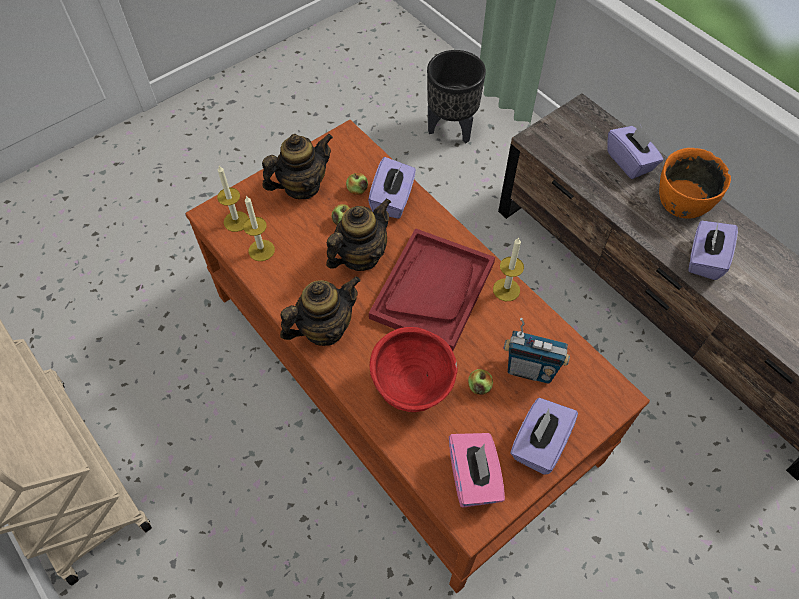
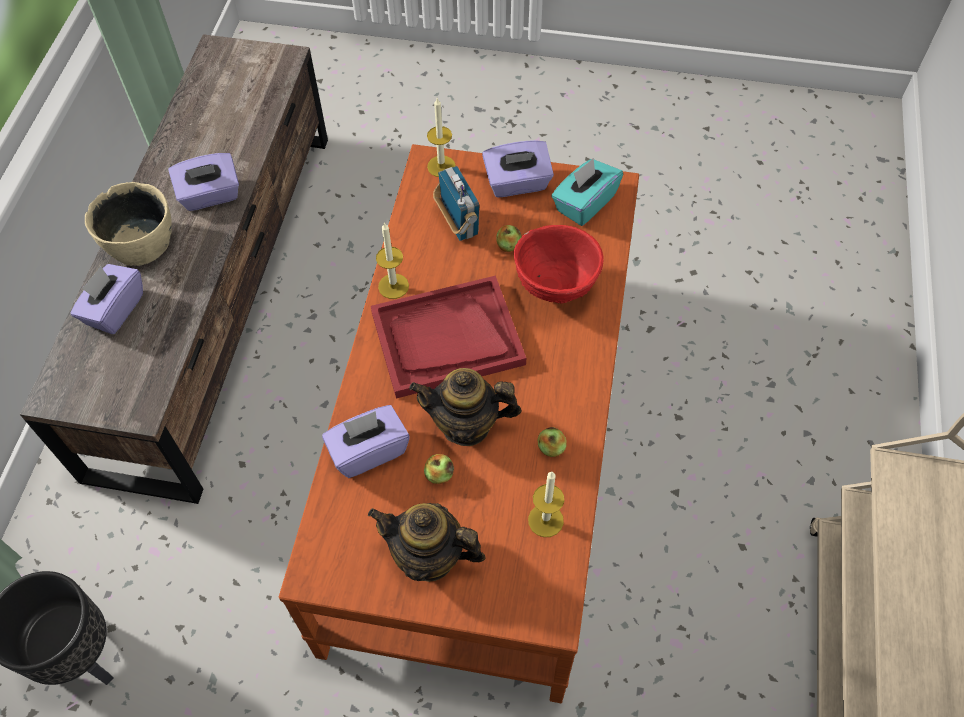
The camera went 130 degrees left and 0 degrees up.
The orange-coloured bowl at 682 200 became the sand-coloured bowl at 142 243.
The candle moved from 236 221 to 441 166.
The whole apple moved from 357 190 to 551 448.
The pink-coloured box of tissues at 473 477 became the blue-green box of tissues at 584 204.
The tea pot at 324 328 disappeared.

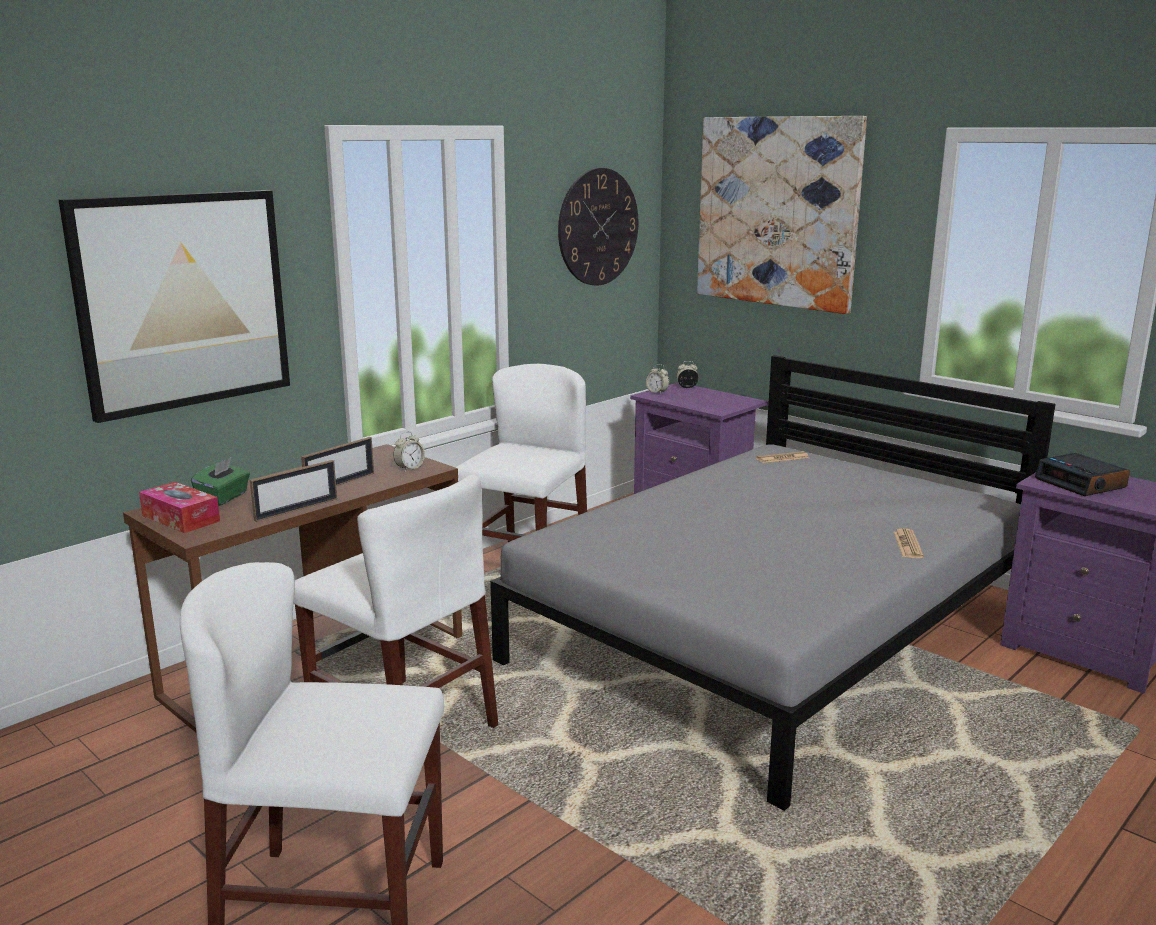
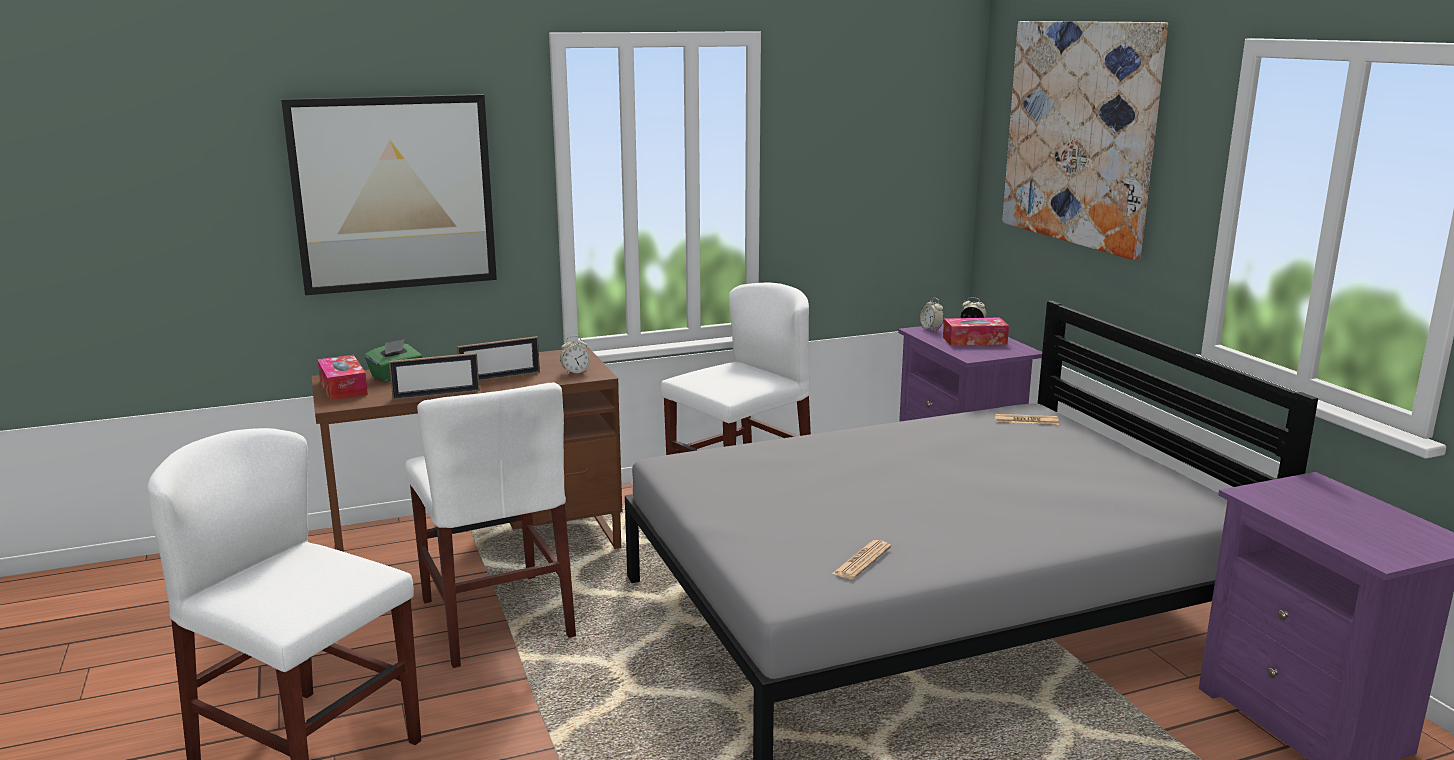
The camera went 25 degrees right and 0 degrees up.
The daily paper moved from 907 544 to 862 561.
The box of tissues at 974 340 appeared.
The clock on the wall at 598 227 disappeared.
The bedside clock at 1081 483 disappeared.

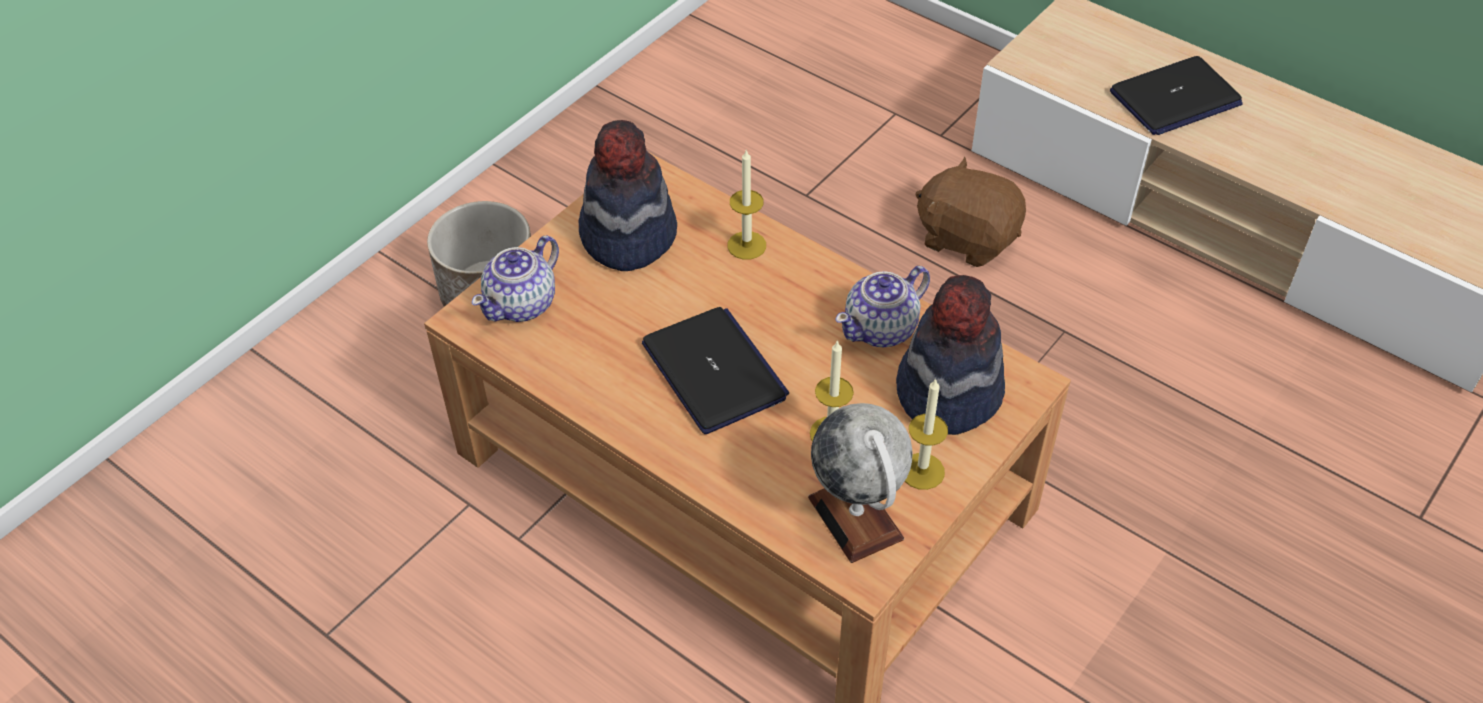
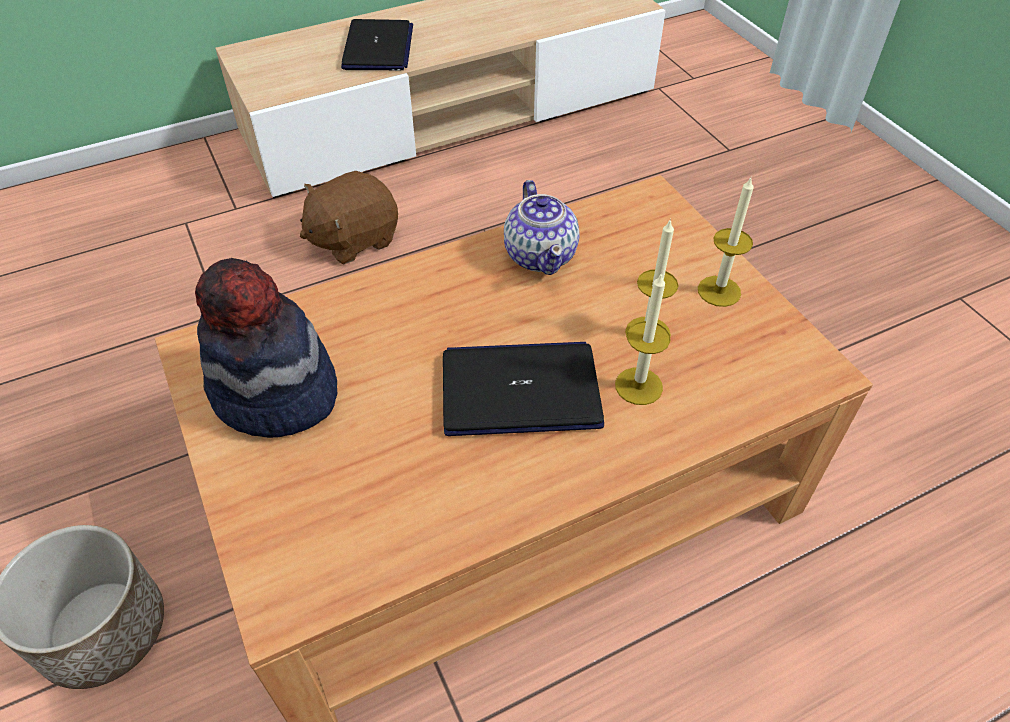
The camera went 65 degrees left and 0 degrees up.
The candle moved from 746 245 to 638 386.
The tea pot at 522 304 disappeared.
The desk globe at 856 518 disappeared.
The wearable hat at 948 392 disappeared.

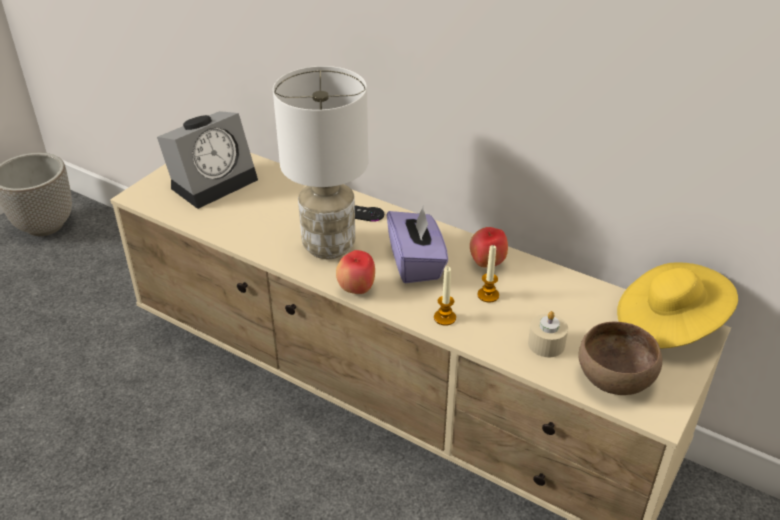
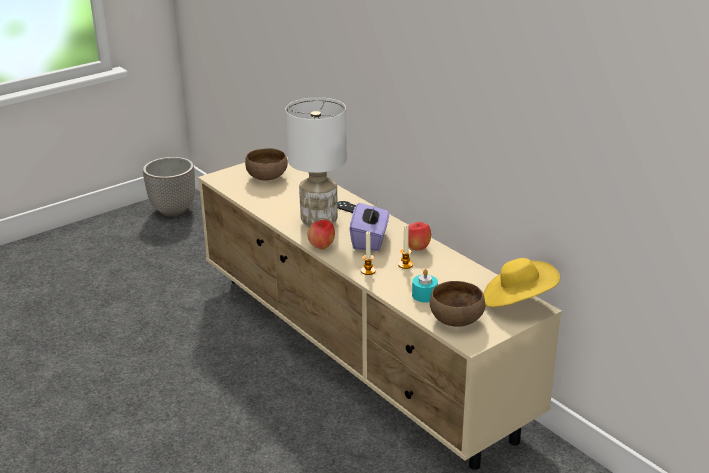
The camera went 20 degrees right and 10 degrees down.
The bedside clock at 214 181 was replaced by the brown bowl at 267 177.
The sand-coloured candle at 546 344 became the blue-green candle at 424 295.

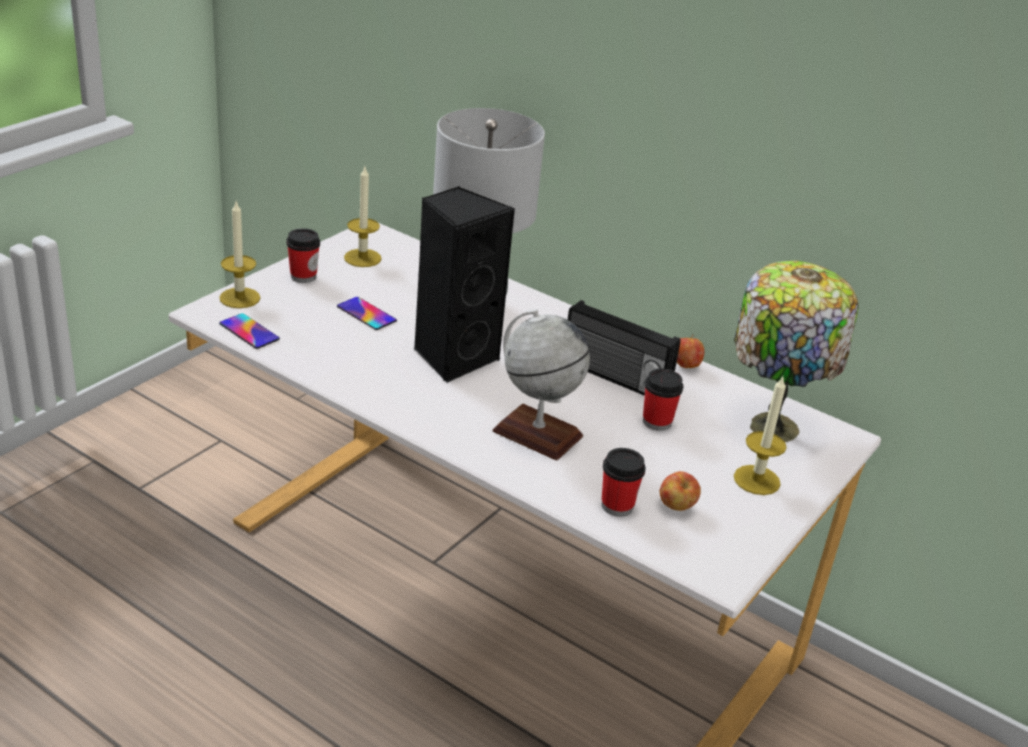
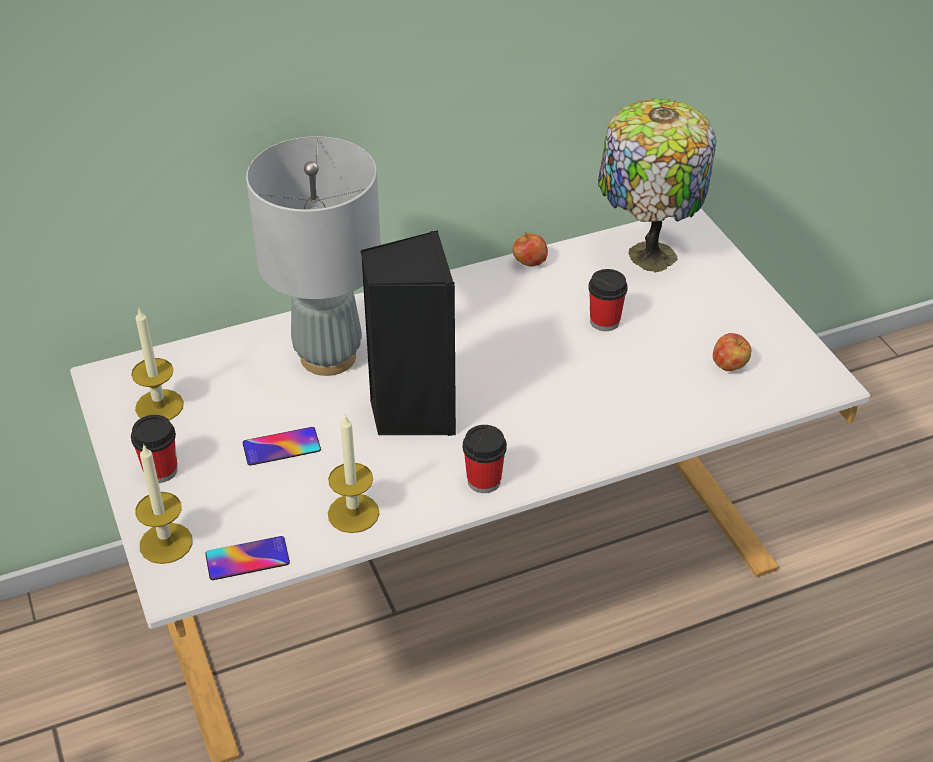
The camera went 55 degrees left and 10 degrees up.
The candle moved from 756 480 to 353 513.
The cup moved from 617 506 to 484 481.
The desk globe at 537 433 disappeared.
The radio receiver at 614 378 disappeared.

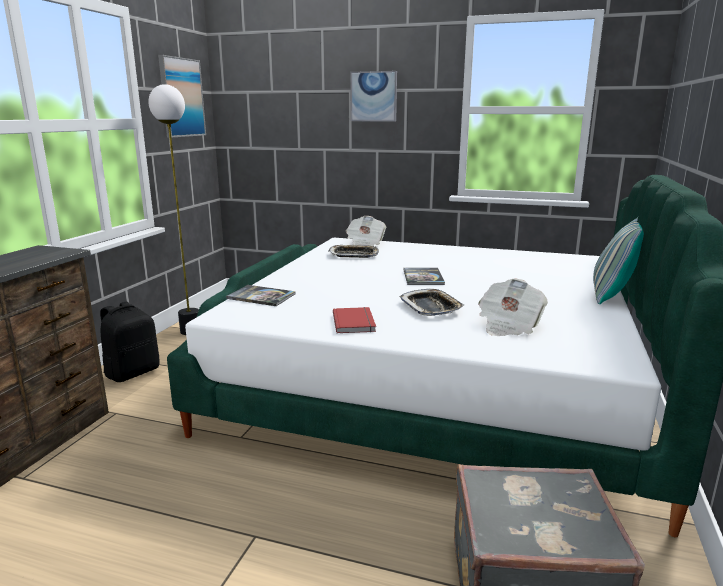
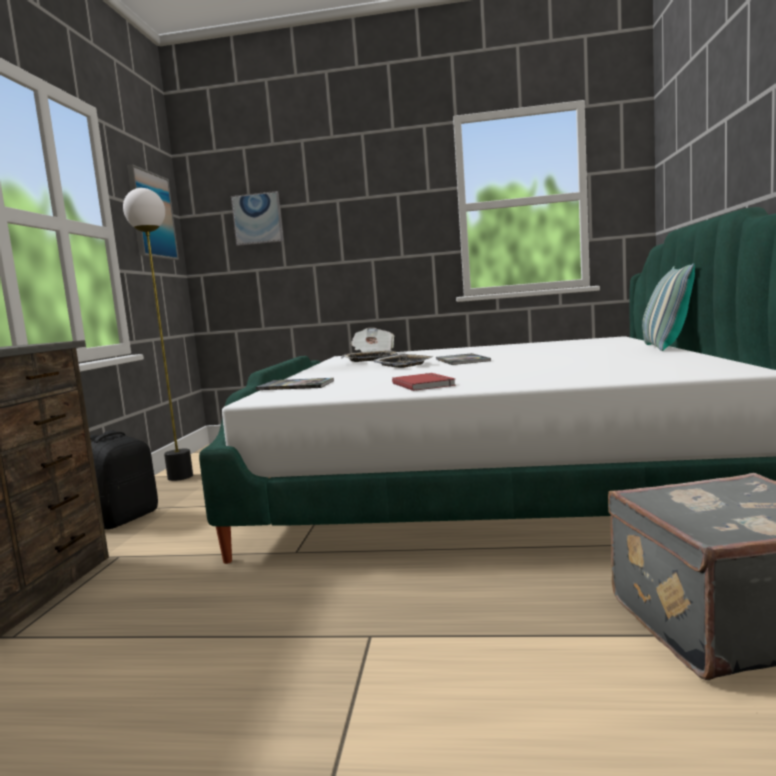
The camera went 10 degrees left and 10 degrees down.
The wall art moved from 373 96 to 257 219.
The tray moved from 431 307 to 403 365.
The daily paper at 508 325 disappeared.

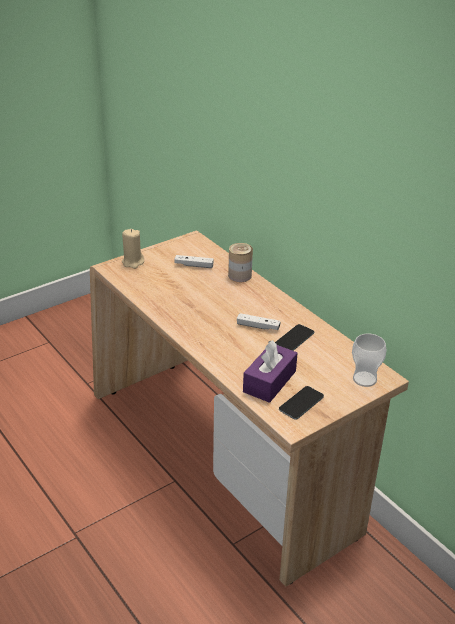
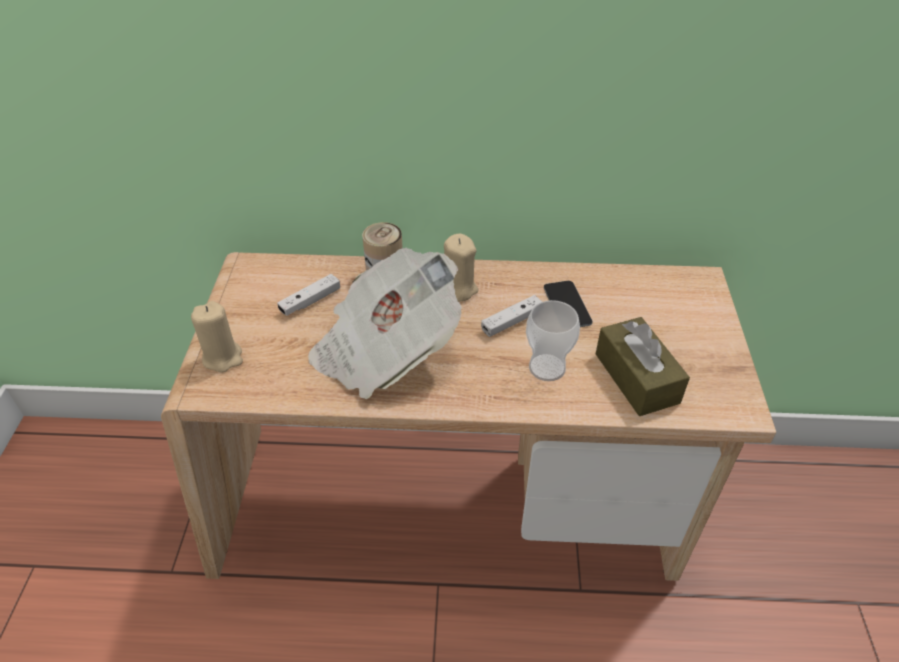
The camera went 50 degrees left and 10 degrees up.
The daily paper at 385 349 appeared.
The sand-coloured candle at 458 289 appeared.
The cup moved from 364 379 to 547 367.
The purple-coloured box of tissues at 269 381 became the brown box of tissues at 636 378.
The handset at 301 403 disappeared.

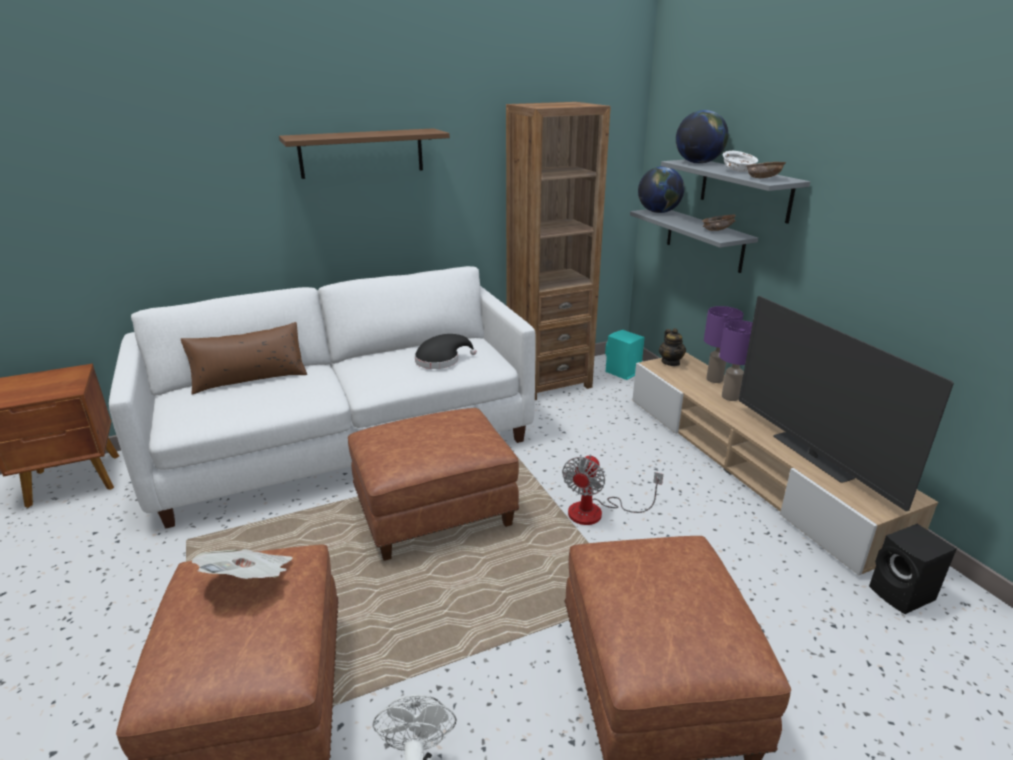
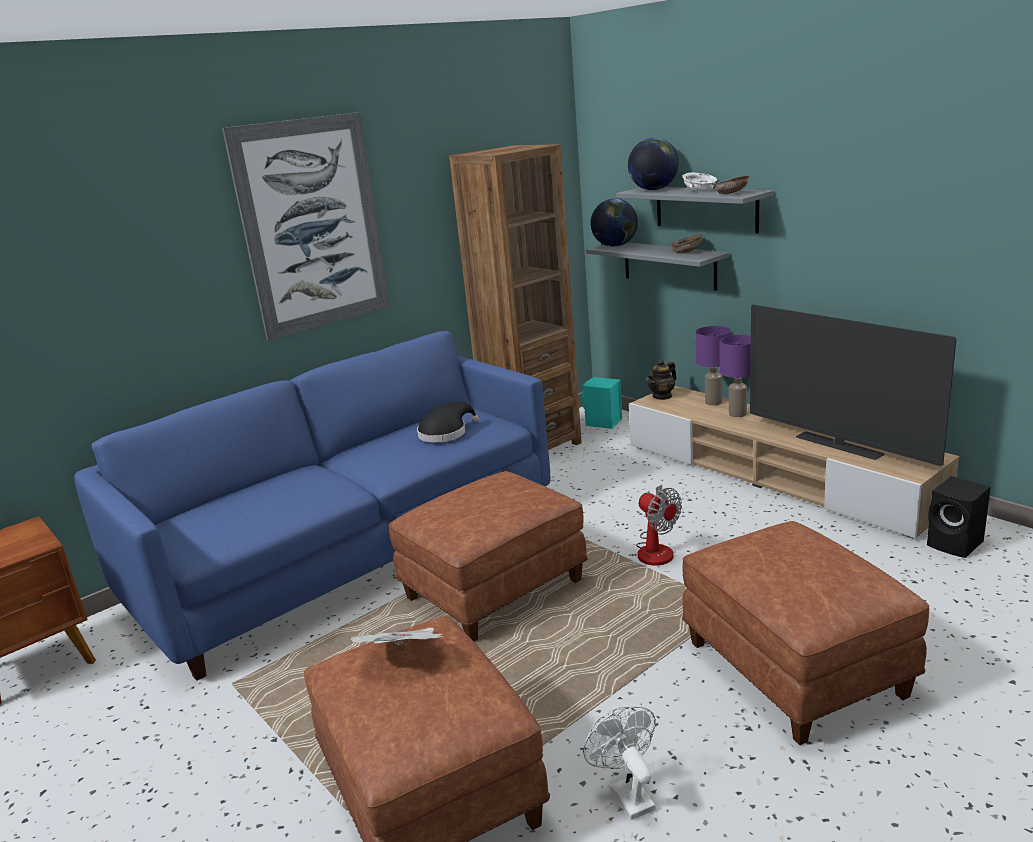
The camera went 15 degrees left and 5 degrees down.
The white-coloured settee at 347 444 became the bluish settee at 350 552.
The brown wall shelf at 362 153 was replaced by the wall art at 312 225.
The fan at 597 512 turned 45 degrees counterclockwise.
The tea pot at 671 362 turned 75 degrees clockwise.
The brown pillow at 250 379 disappeared.

